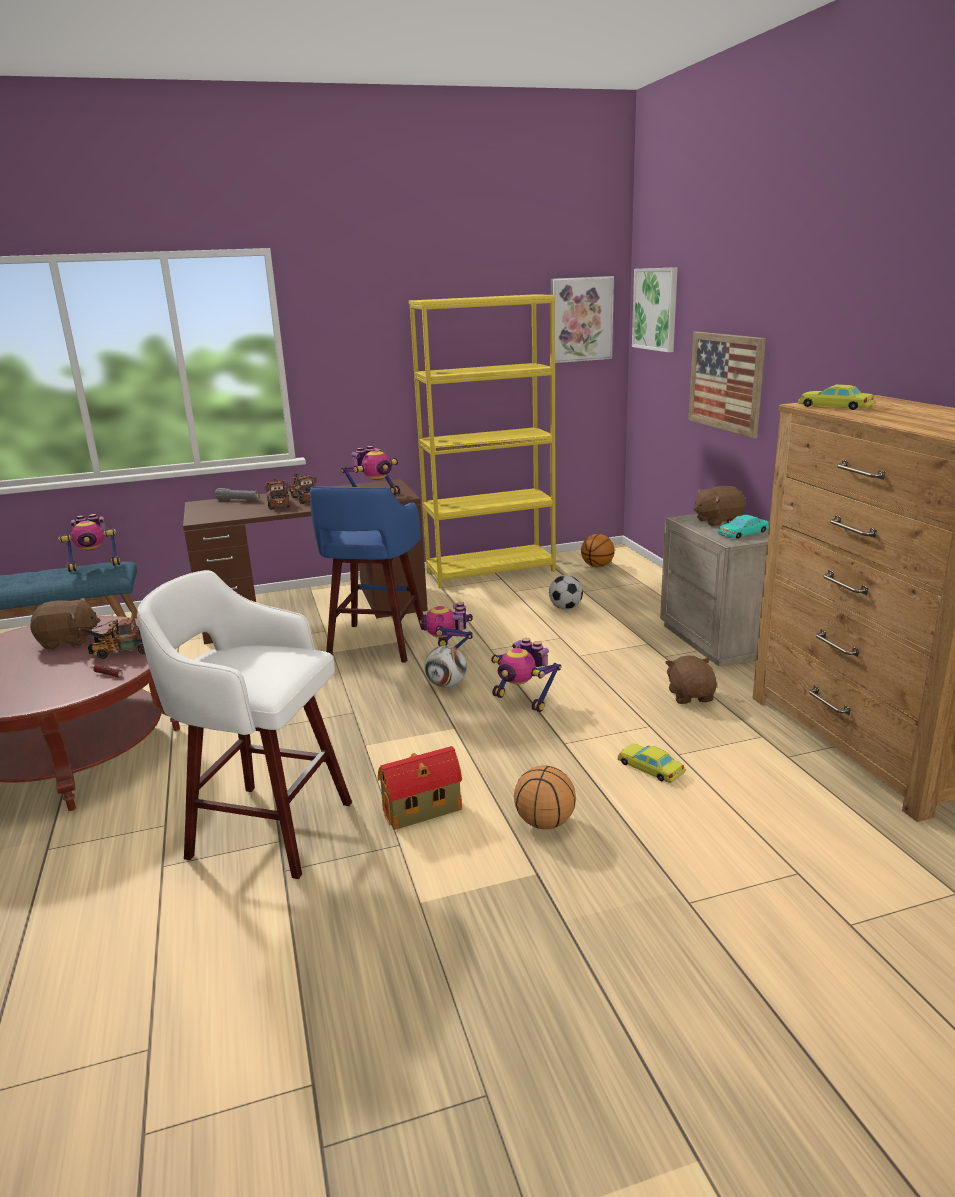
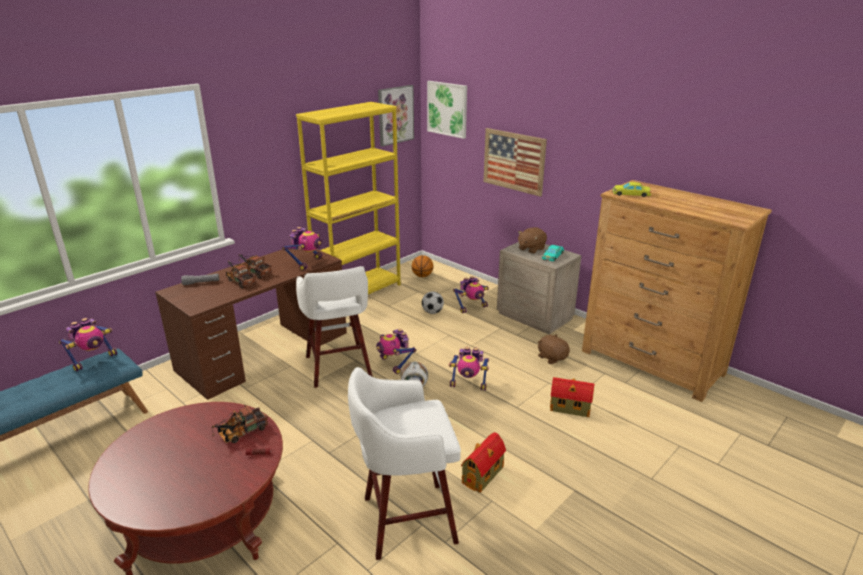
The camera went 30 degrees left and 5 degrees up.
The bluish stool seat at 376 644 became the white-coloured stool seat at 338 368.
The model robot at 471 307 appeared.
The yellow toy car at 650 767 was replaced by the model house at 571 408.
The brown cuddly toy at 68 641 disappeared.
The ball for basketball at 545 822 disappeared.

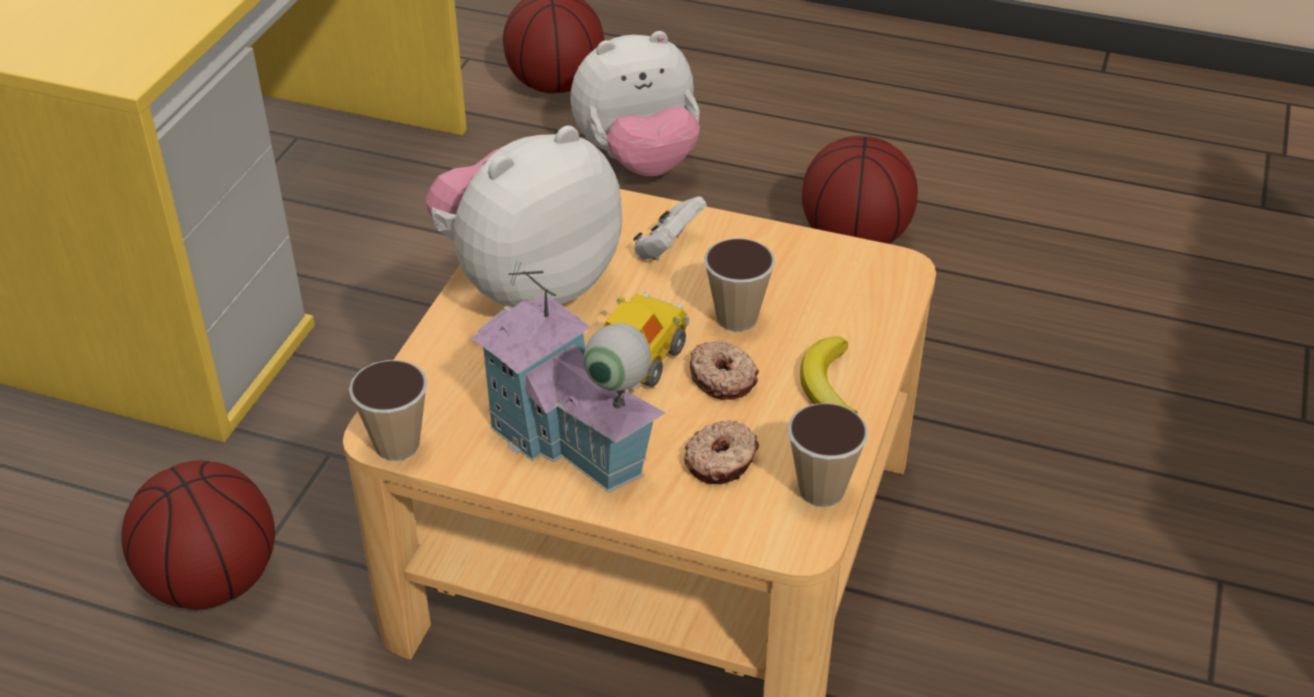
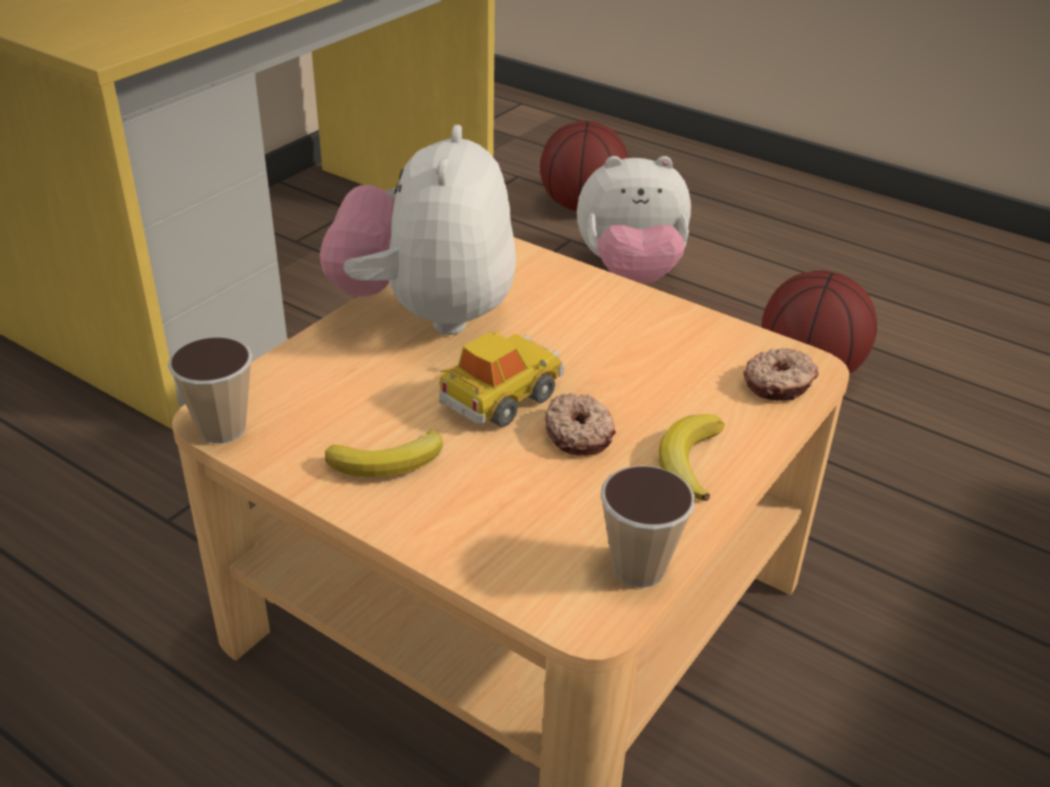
The camera went 15 degrees right and 5 degrees down.
The cuddly toy at 528 284 turned 60 degrees counterclockwise.
The model house at 567 442 was replaced by the banana at 389 461.
The donut moved from 722 461 to 779 384.
The ball for basketball at 211 581 disappeared.
The white-coloured joypad at 667 248 disappeared.
The cup at 736 318 disappeared.

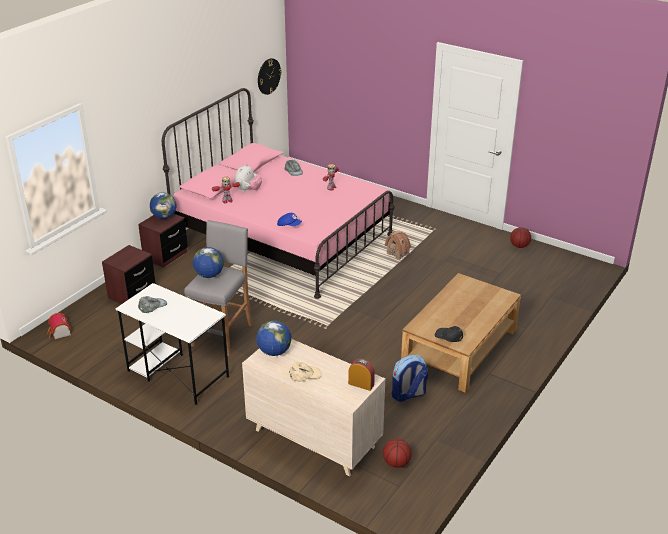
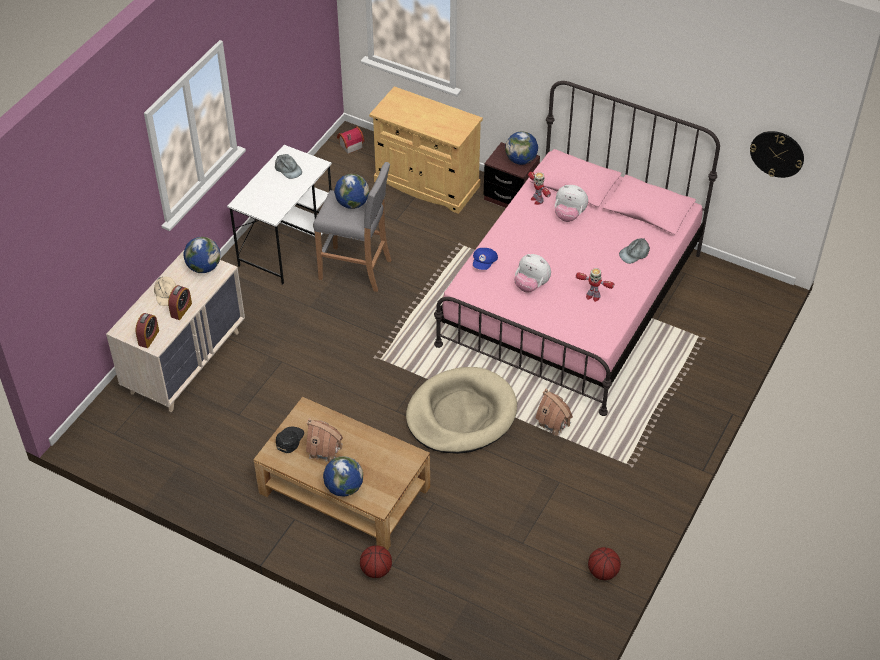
The camera went 85 degrees right and 15 degrees up.
The bedside clock at 181 310 appeared.
The model house at 325 450 appeared.
The desk globe at 344 488 appeared.
The ball for basketball moved from 396 463 to 376 570.
The brown night table at 132 294 was replaced by the sand-coloured storage cabinet at 426 184.
The sand-coloured dog bed at 461 414 appeared.
The cuddly toy at 531 285 appeared.
The rucksack at 408 395 disappeared.

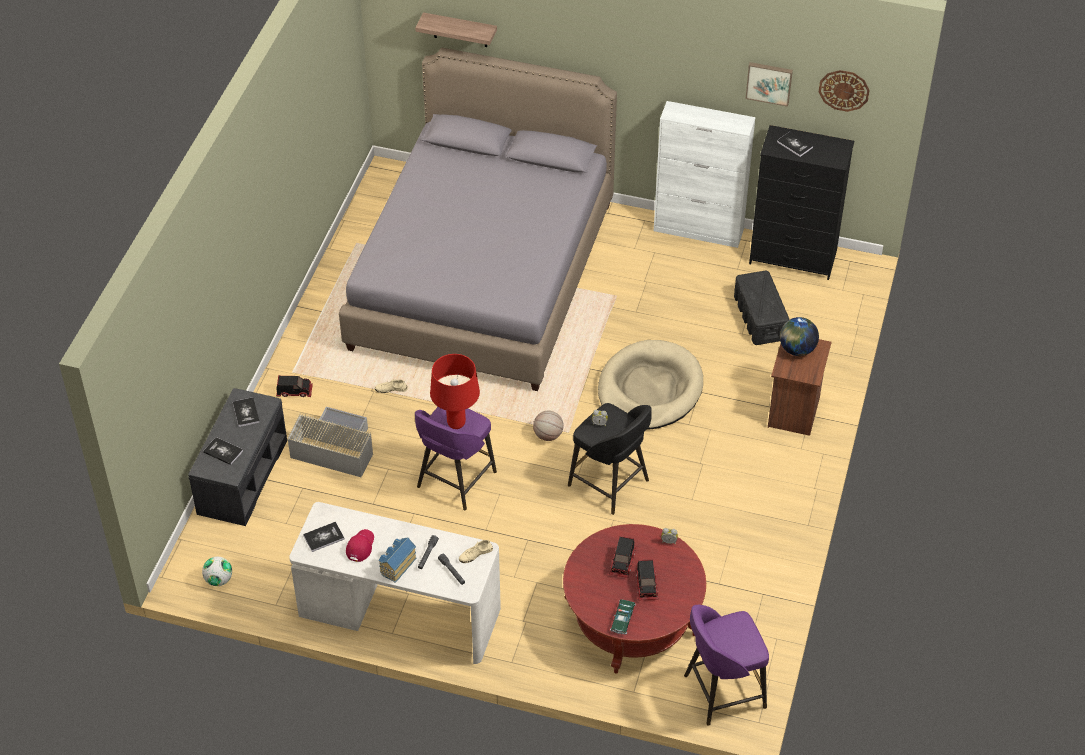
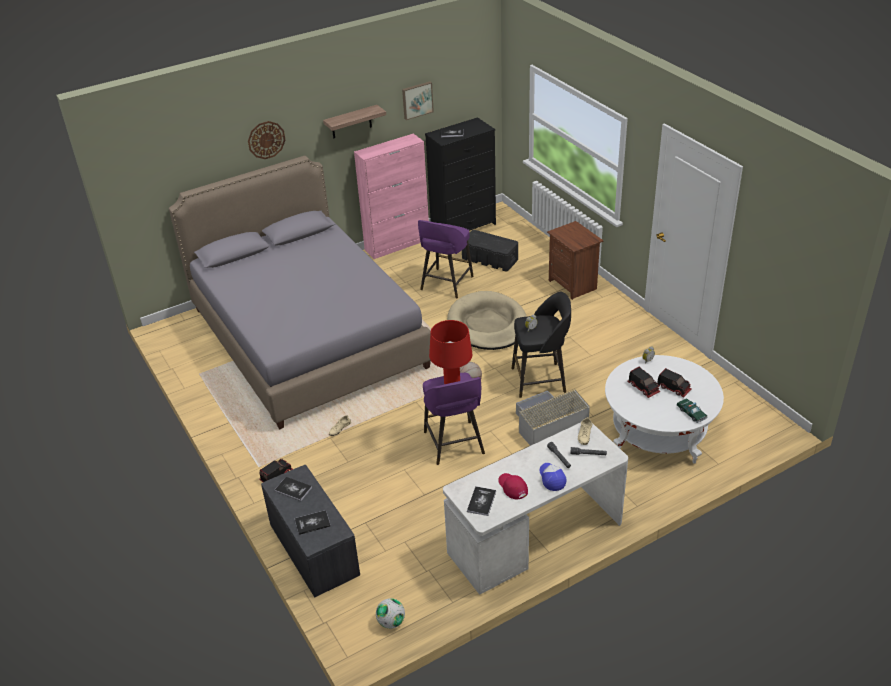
The camera went 45 degrees left and 10 degrees down.
The clock on the wall moved from 844 90 to 266 140.
The wall shelf moved from 460 30 to 351 122.
The white-coloured storage cabinet at 699 230 became the pink-coloured storage cabinet at 397 244.
The purple-coloured stool seat moved from 722 692 to 446 284.
The grey storage bin moved from 334 448 to 548 424.
The model house at 396 565 was replaced by the peaked cap at 551 478.
The red-coloured coffee table at 632 619 became the white-coloured coffee table at 658 431.
The desk globe at 797 349 disappeared.

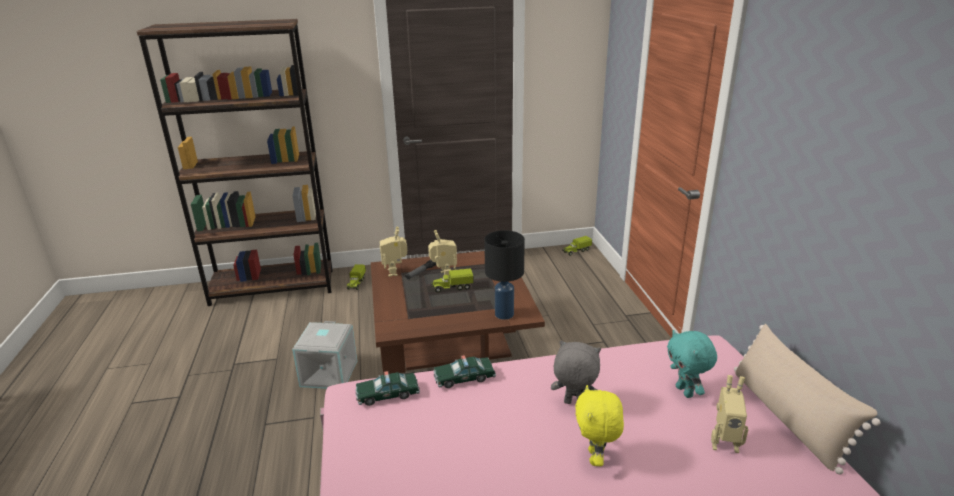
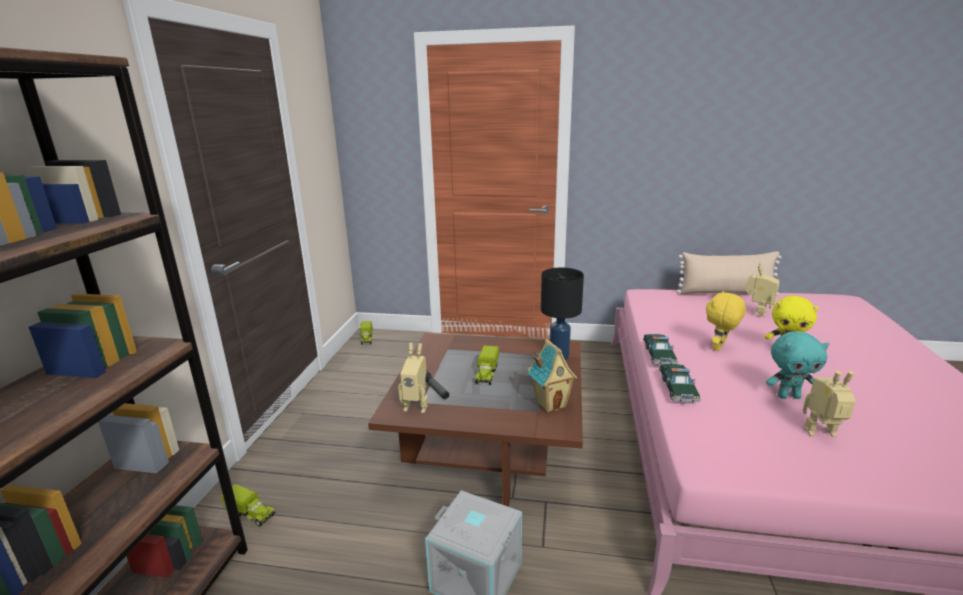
The camera went 70 degrees left and 5 degrees down.
The model house at 551 403 appeared.
The toy car moved from 387 394 to 658 355.
The grey cuddly toy at 573 404 became the yellow cuddly toy at 719 348.
The blue-green cuddly toy moved from 685 391 to 788 396.
The model robot moved from 443 275 to 822 435.

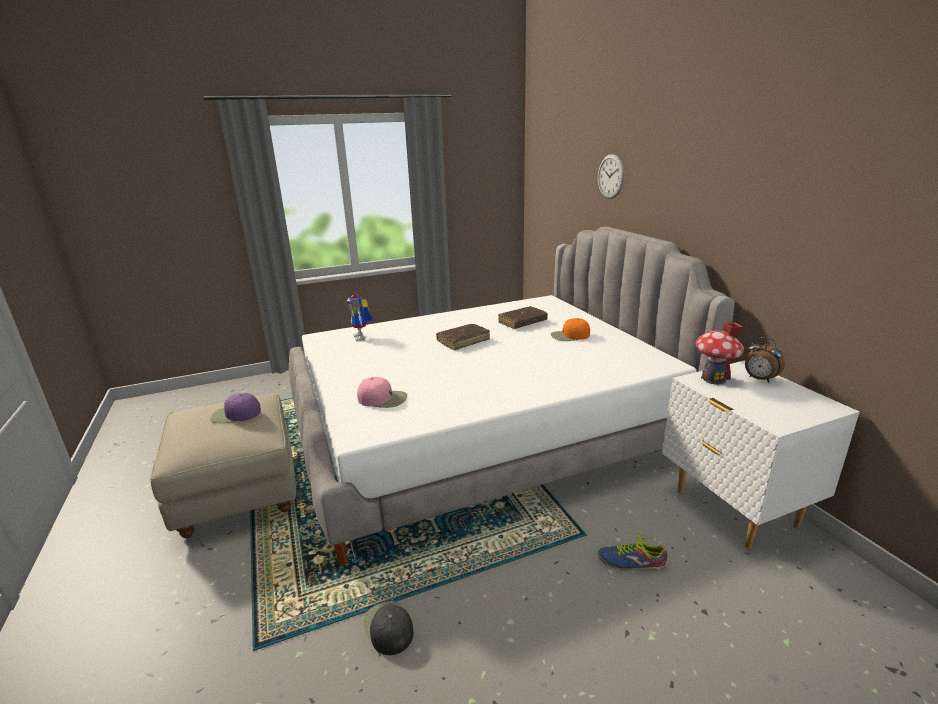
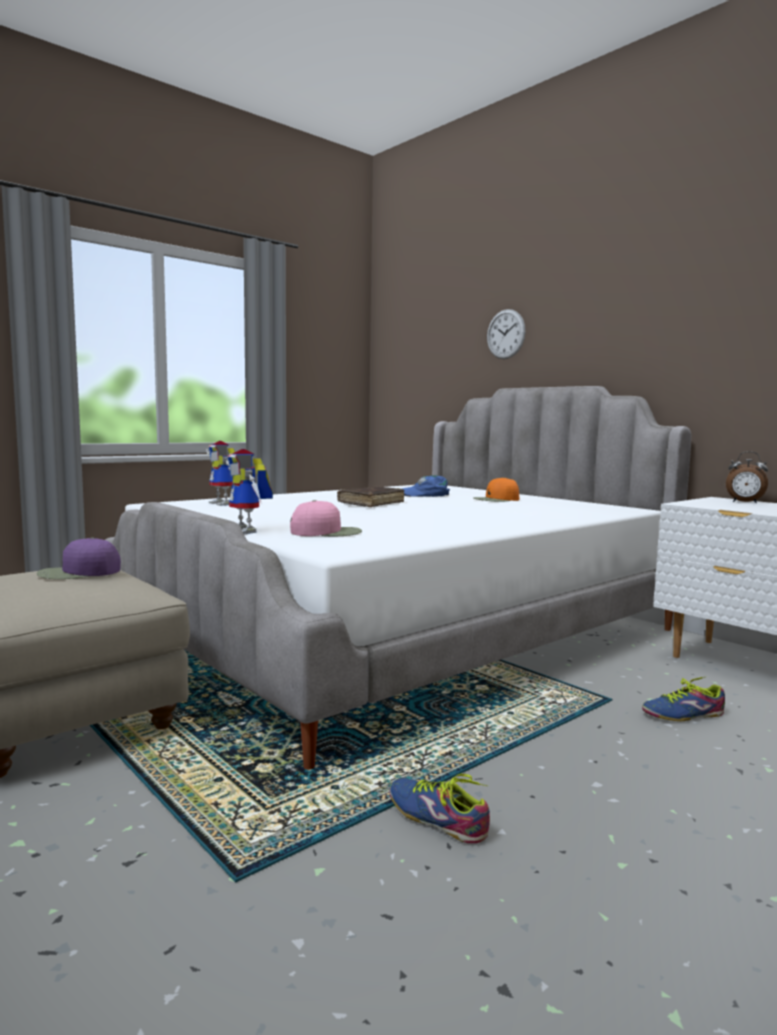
The camera went 20 degrees left and 15 degrees down.
The model robot at 249 531 appeared.
The blackish peaked cap at 388 627 was replaced by the item of footwear at 436 818.
The brown volume at 522 322 was replaced by the bluish peaked cap at 425 494.
The model house at 713 379 disappeared.

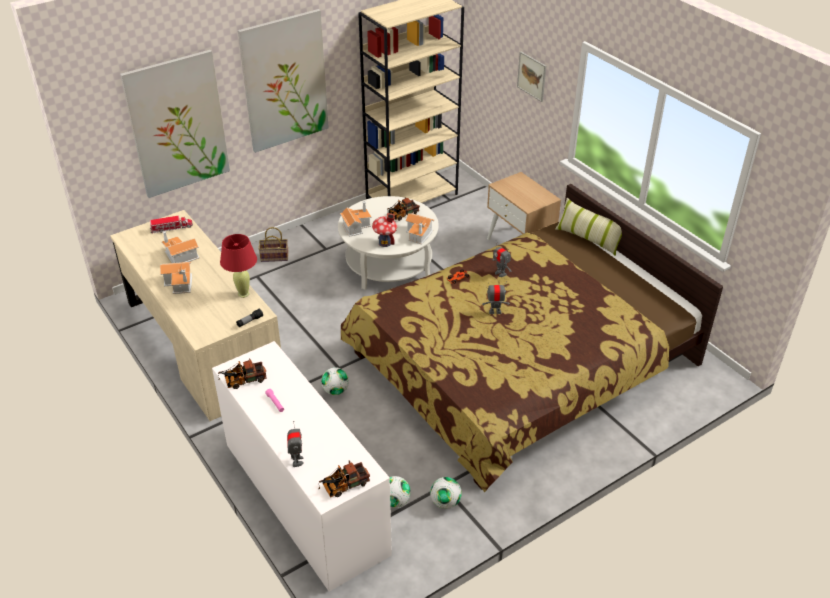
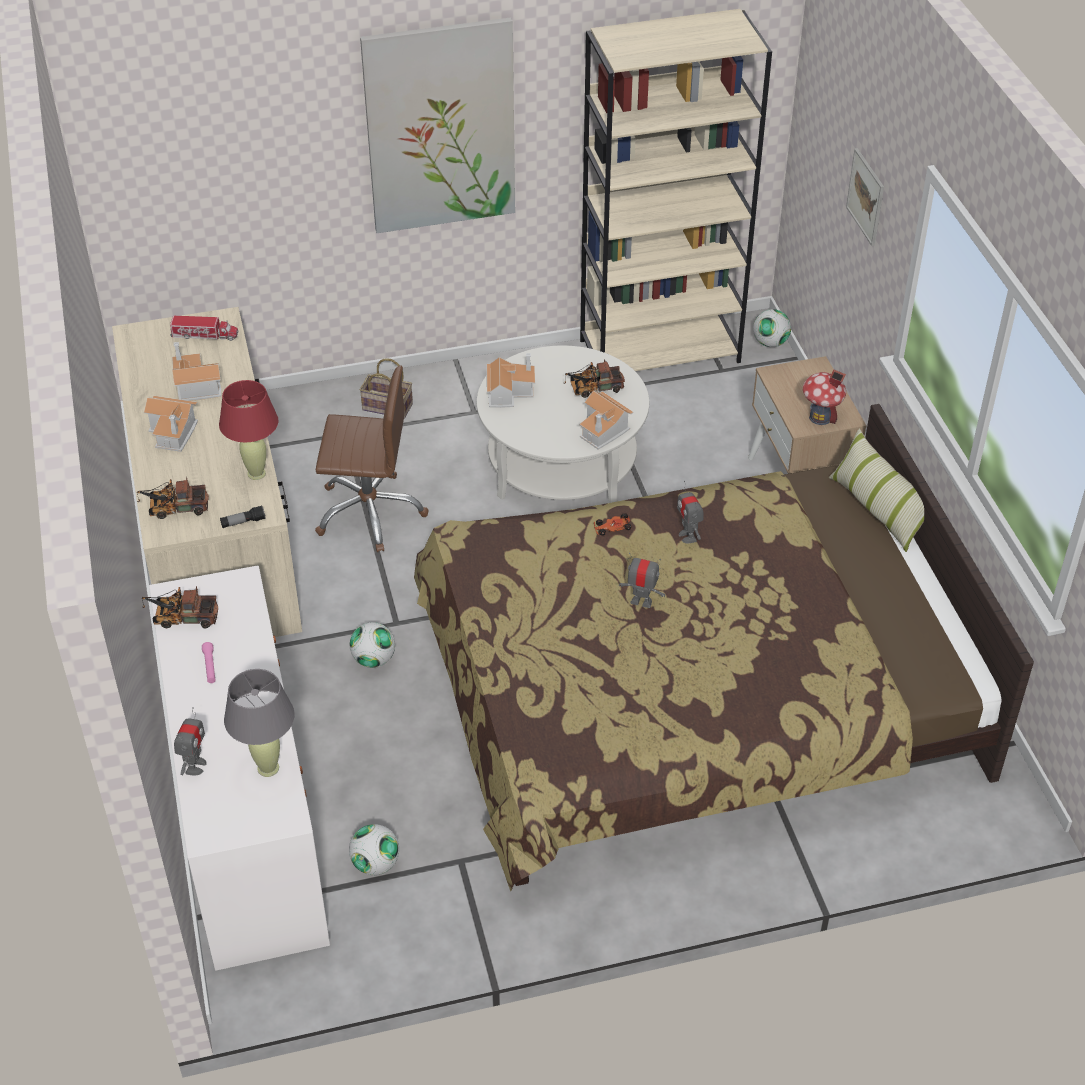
The camera went 20 degrees right and 5 degrees up.
The model truck moved from 343 486 to 174 509.
The grey table lamp at 268 768 appeared.
The brown computer chair at 370 512 appeared.
The football moved from 445 502 to 770 343.
The model house moved from 385 243 to 820 417.
The wall art at 177 124 disappeared.

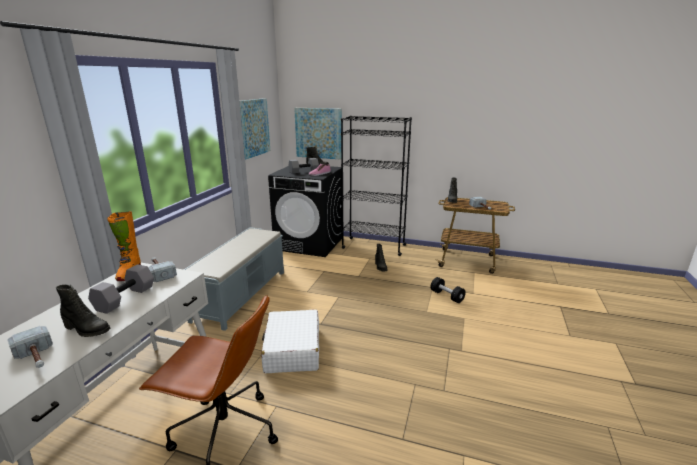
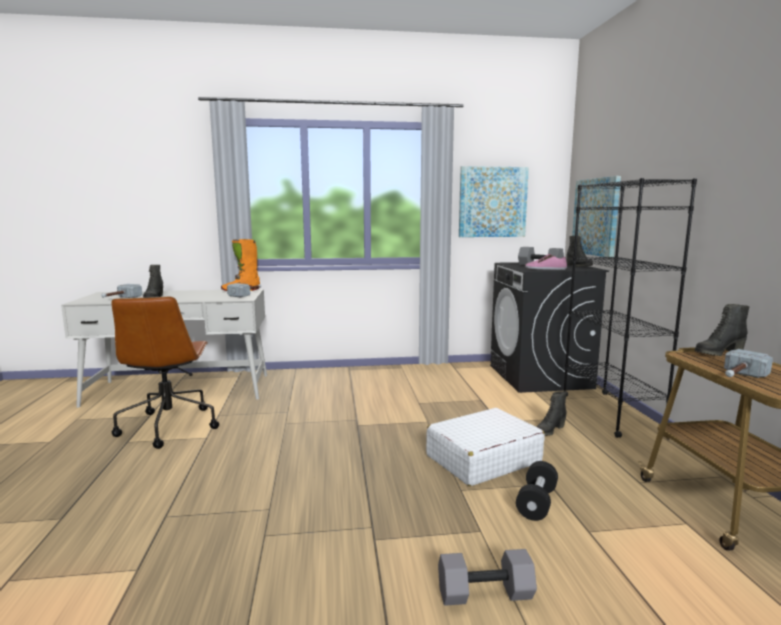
The camera went 65 degrees right and 10 degrees down.
The white-coloured travel case moved from 292 350 to 482 459.
The grey dumbbell moved from 125 299 to 484 595.
The grey indoor bench at 241 294 disappeared.

